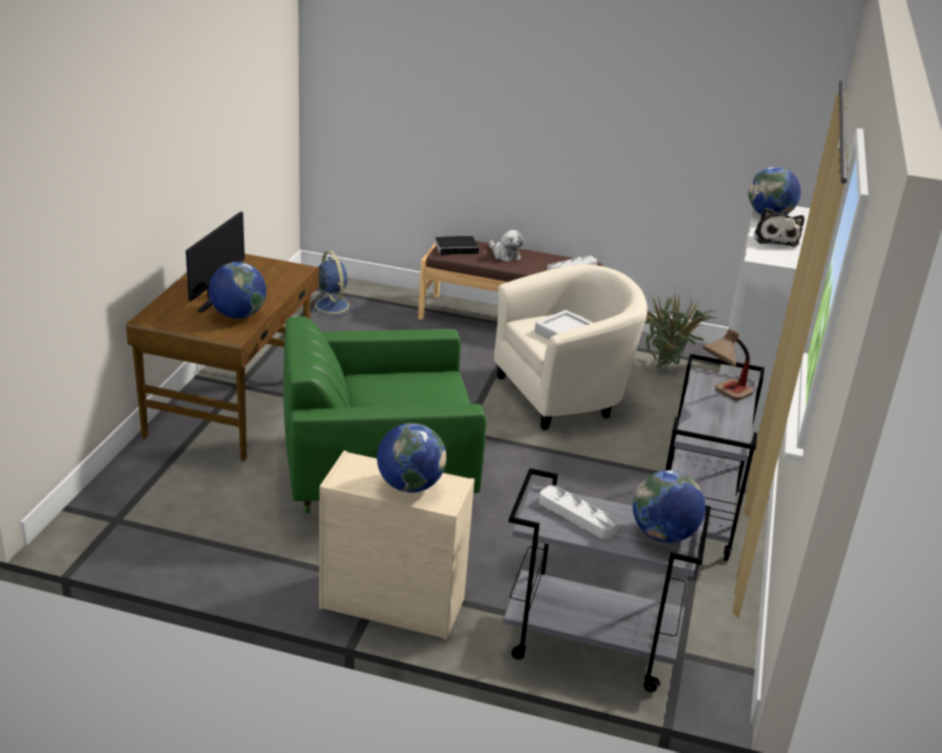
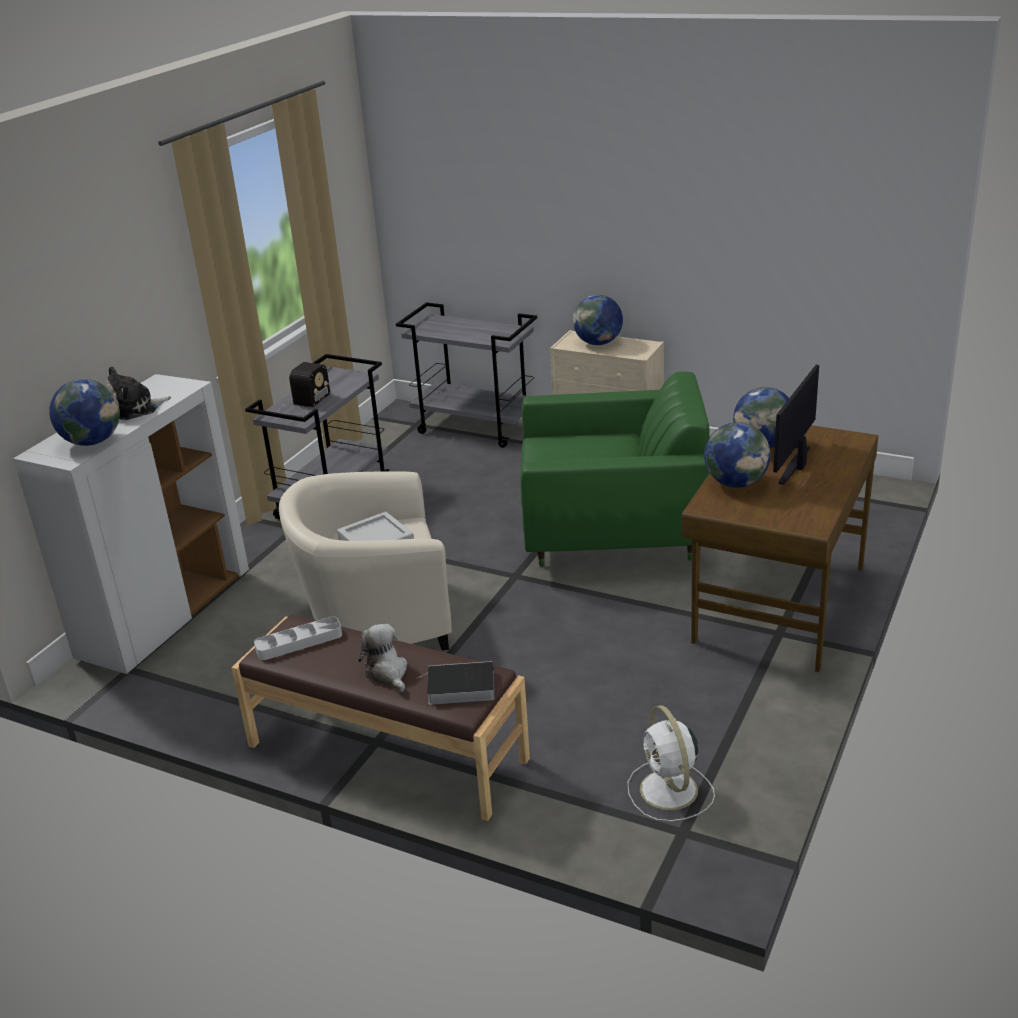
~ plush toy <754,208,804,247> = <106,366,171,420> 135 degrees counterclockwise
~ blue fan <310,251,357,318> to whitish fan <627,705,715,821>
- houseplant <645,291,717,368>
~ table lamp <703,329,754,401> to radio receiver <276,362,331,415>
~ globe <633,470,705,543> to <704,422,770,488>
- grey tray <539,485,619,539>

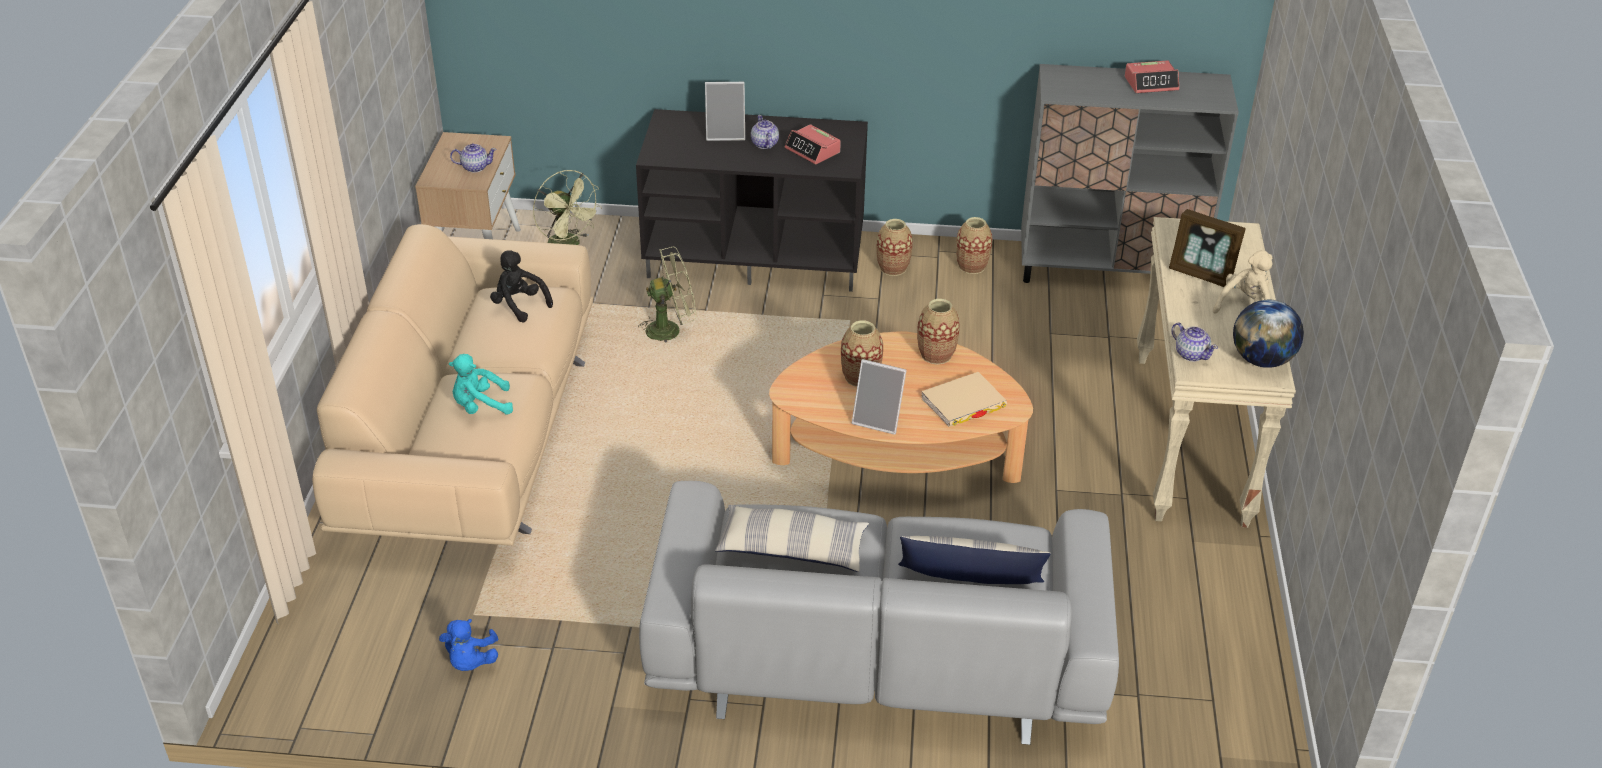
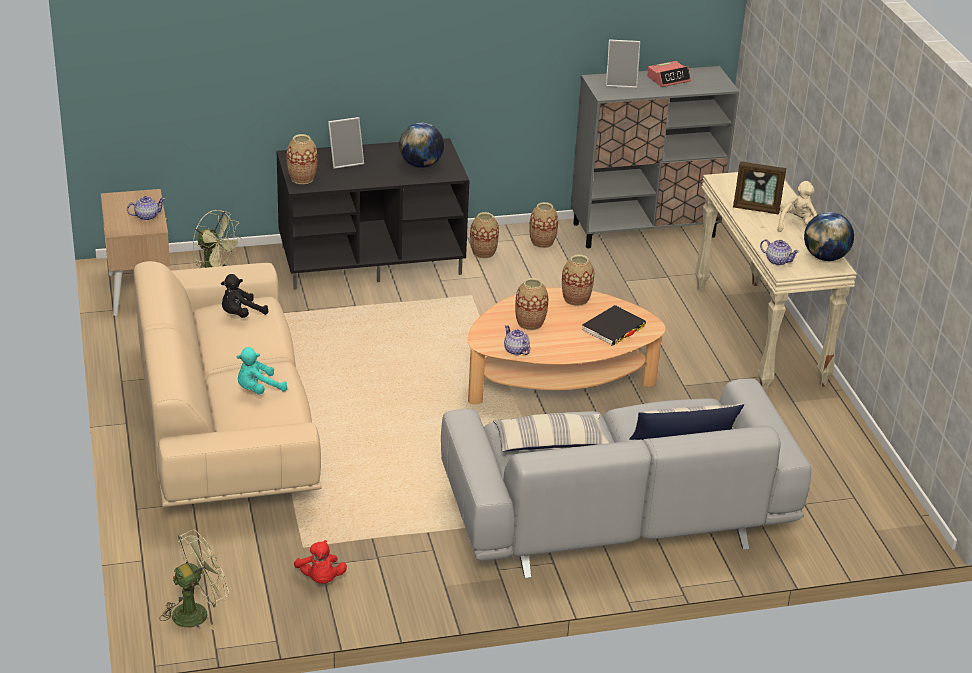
~ teapot <751,115,779,149> to <504,325,530,355>
~ table clock <785,124,841,164> to globe <399,123,444,168>
~ greenish fan <638,247,696,343> to <159,529,229,630>
~ blackish plush toy <490,250,553,323> = <221,274,268,318> 60 degrees counterclockwise
~ photo frame <852,359,906,435> to <606,39,640,88>
~ beige-coloured volume <921,372,1007,427> to blackish volume <582,305,646,346>
~ blue plush toy <439,619,498,671> to red plush toy <294,540,347,584>
+ flower vase <287,134,317,184>

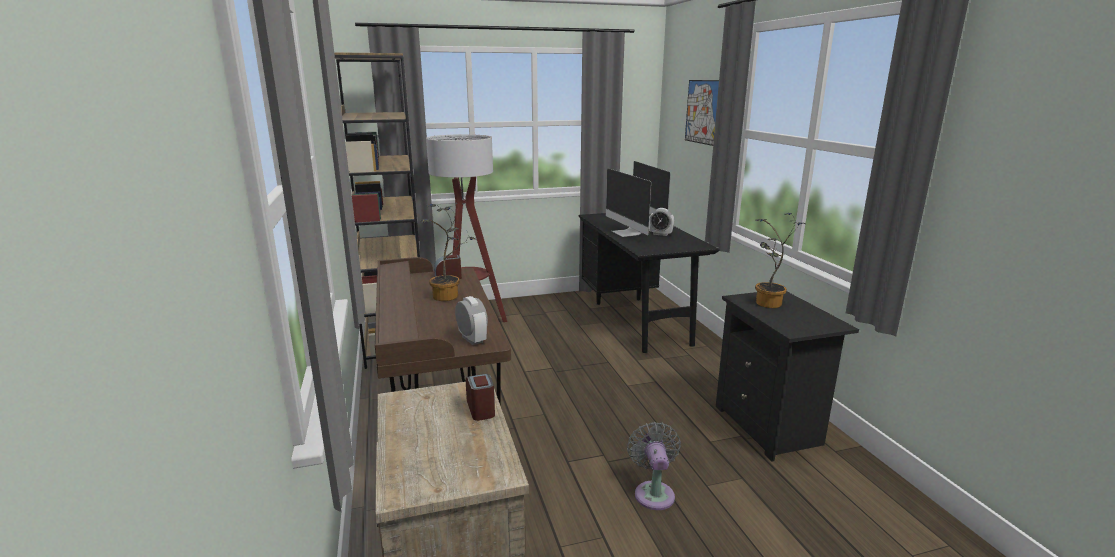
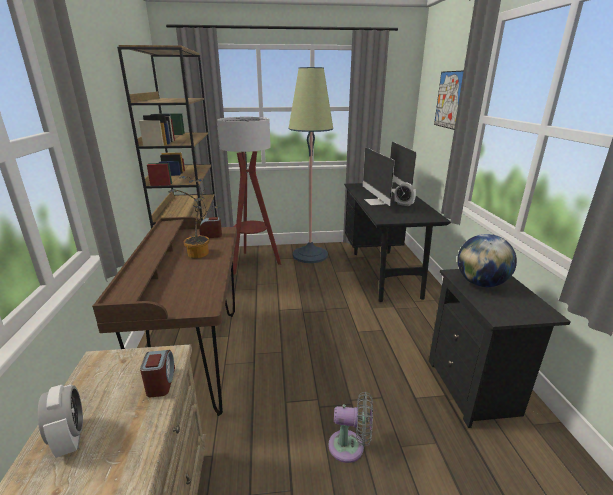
~ houseplant <755,213,805,308> to globe <457,234,517,287>
~ table clock <455,296,488,345> to <38,385,83,458>
~ grey fan <627,422,681,510> = <328,392,373,463> 90 degrees clockwise
+ standing lamp <288,67,333,263>

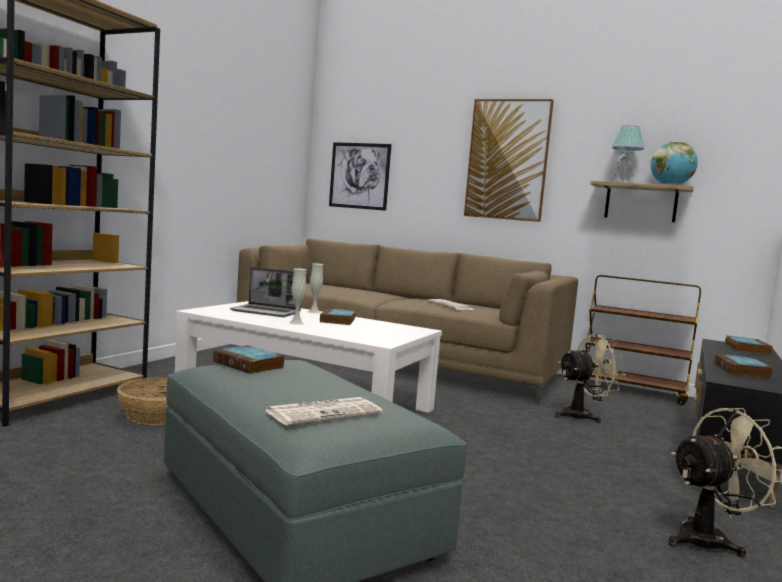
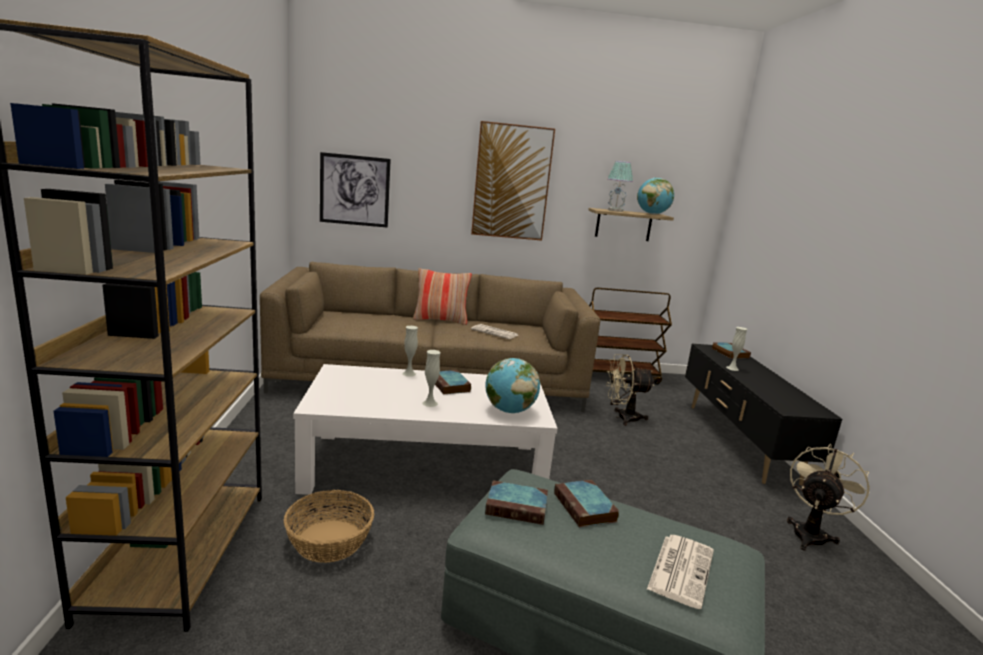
- portable computer <230,267,301,317>
~ beige-coloured fan <555,335,626,423> = <606,354,655,426> 135 degrees counterclockwise
~ volume <714,354,772,379> to <554,480,620,527>
+ cushion <413,268,472,325>
+ whitish flower vase <726,327,747,371>
+ globe <485,358,540,413>

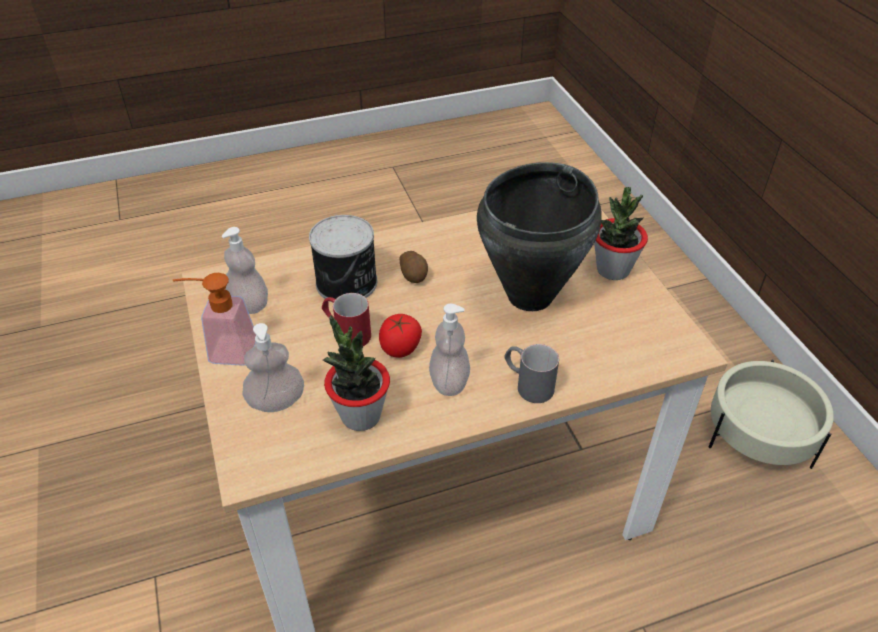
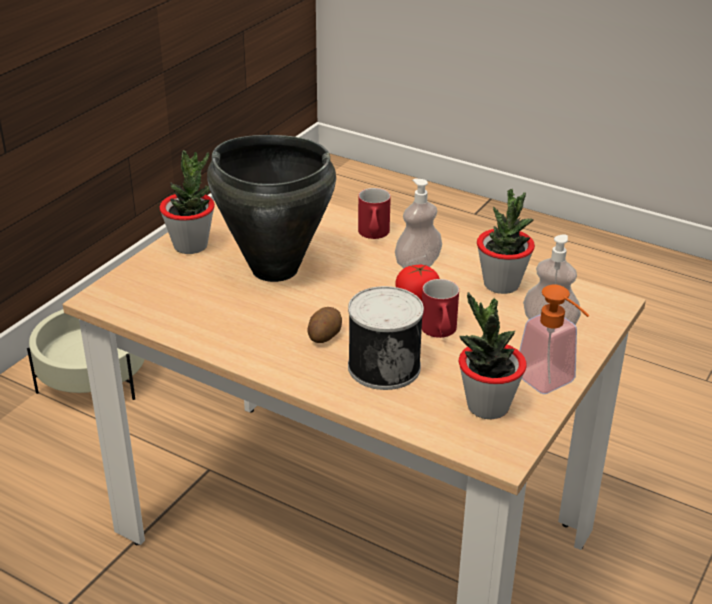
~ soap bottle <222,227,268,314> to houseplant <459,292,527,419>
~ grey tea mug <504,344,559,403> to red tea mug <358,188,391,239>

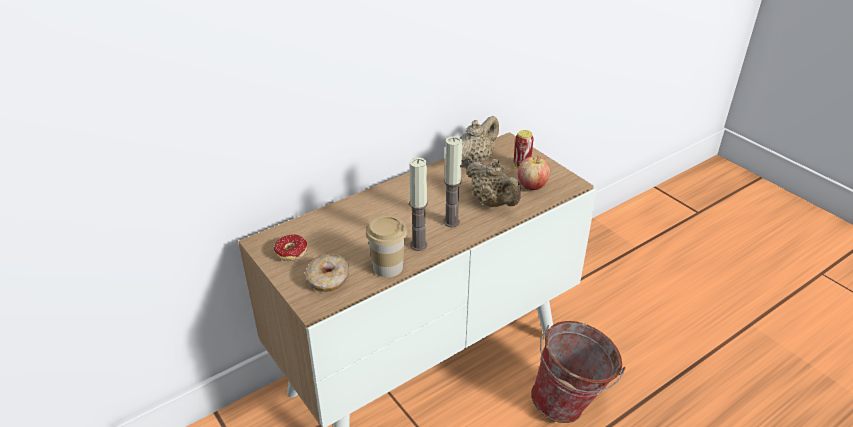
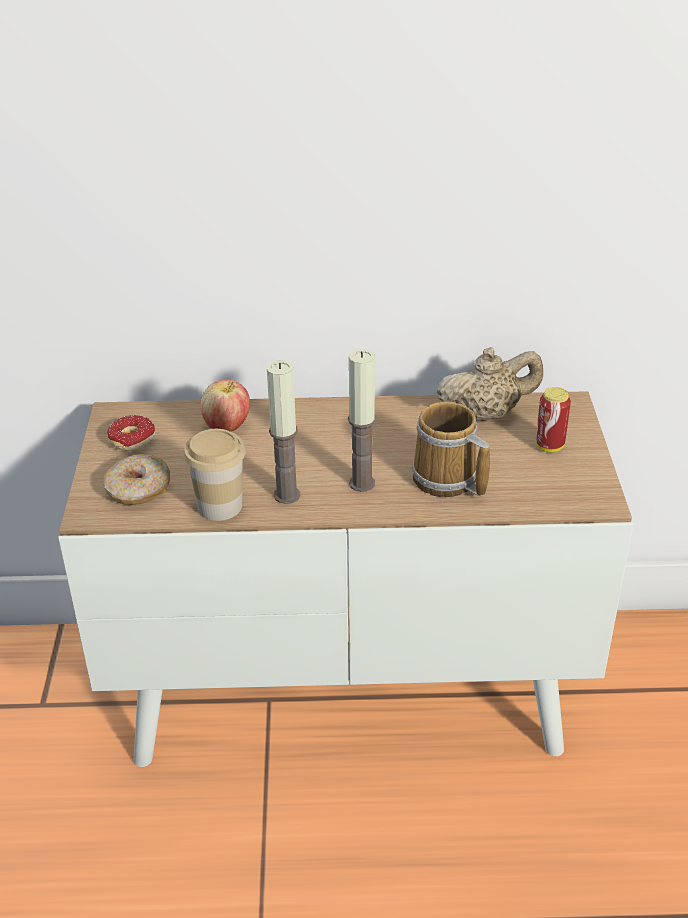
~ whole apple <518,155,550,190> to <200,380,250,431>
~ beige-coloured teapot <466,159,521,207> to tea mug <412,401,490,497>
- water bucket <531,321,626,423>

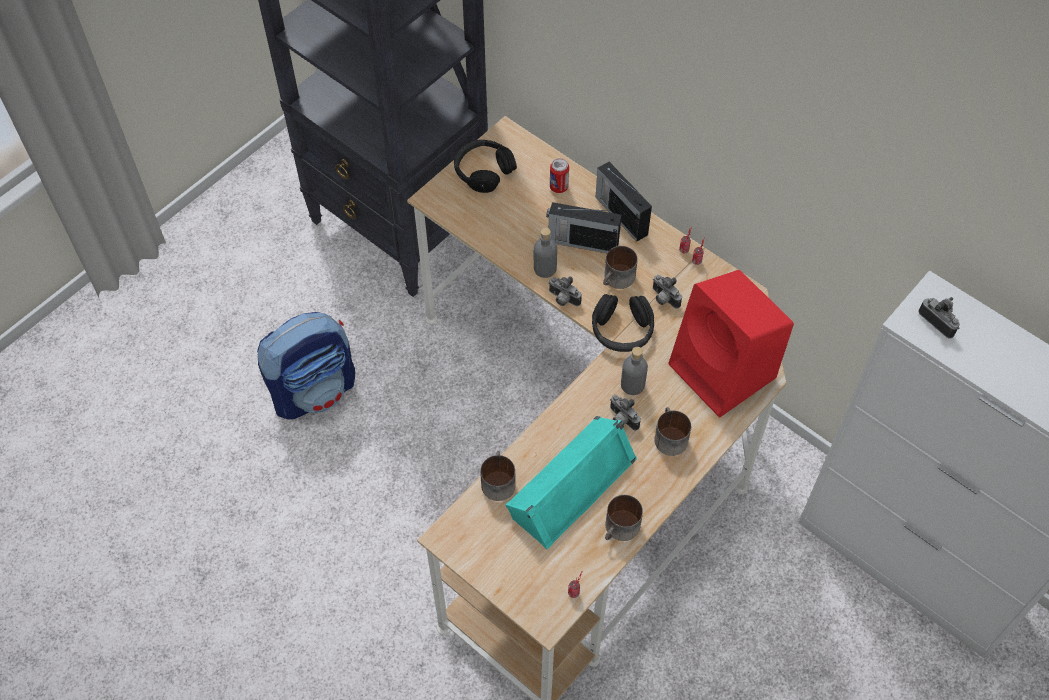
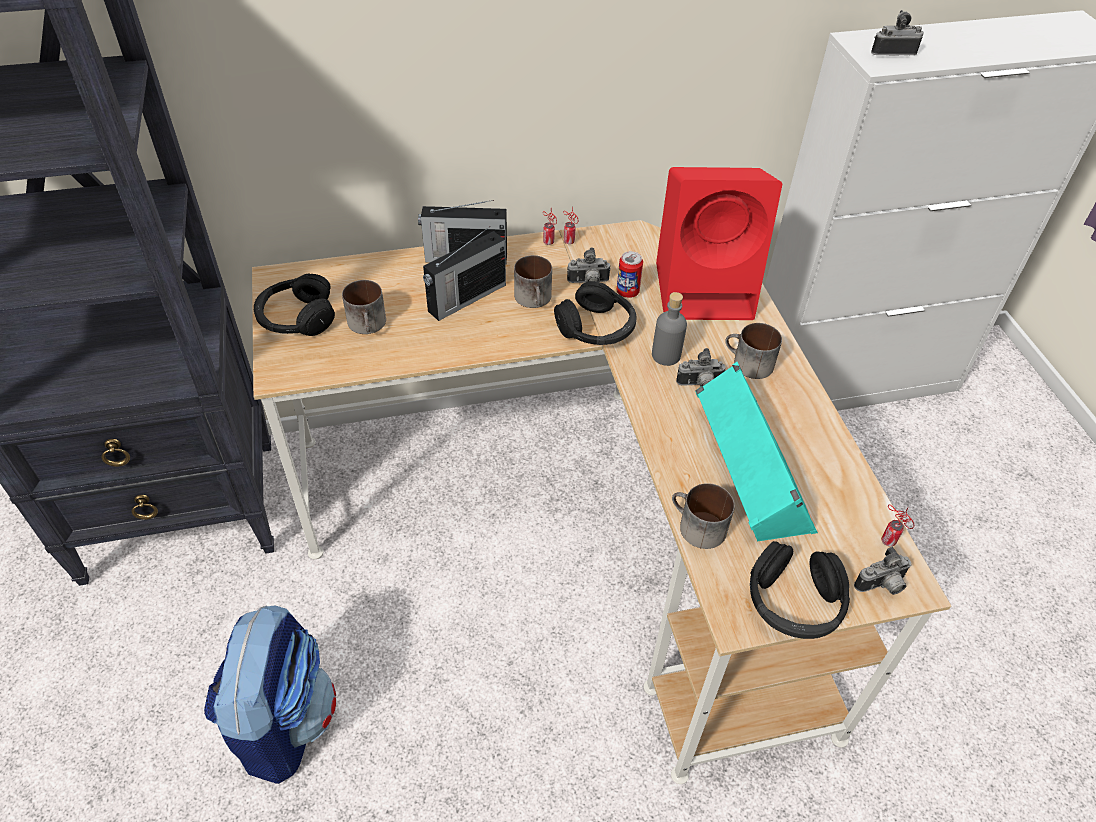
~ can <550,158,569,193> to <617,251,643,298>
- grey beverage bottle <534,228,557,278>
~ still camera <548,276,582,306> to <854,547,912,595>
~ tea mug <605,495,643,541> to <342,280,386,334>
+ blackish headphones <750,541,850,639>

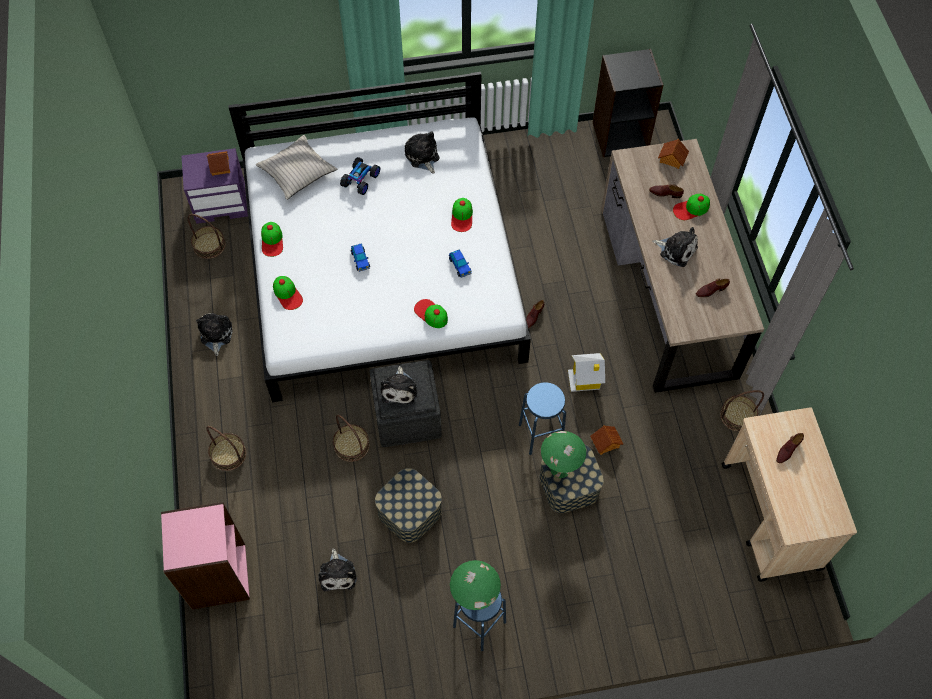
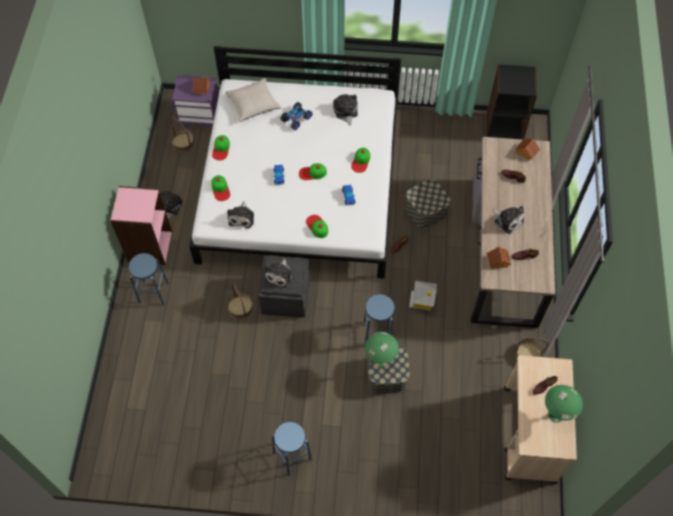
~ baseball cap <673,194,710,220> to <299,163,327,180>
~ miniature house <590,425,623,455> to <487,247,511,269>
~ basket <206,426,246,471> to blue sitting stool <129,253,169,306>
~ storage bin <375,468,442,543> to <405,179,451,228>
~ pink bookcase <161,502,250,609> to <110,186,172,265>
~ plush toy <318,548,357,592> to <227,202,254,229>
~ greenish table lamp <450,560,501,610> to <545,385,583,423>

